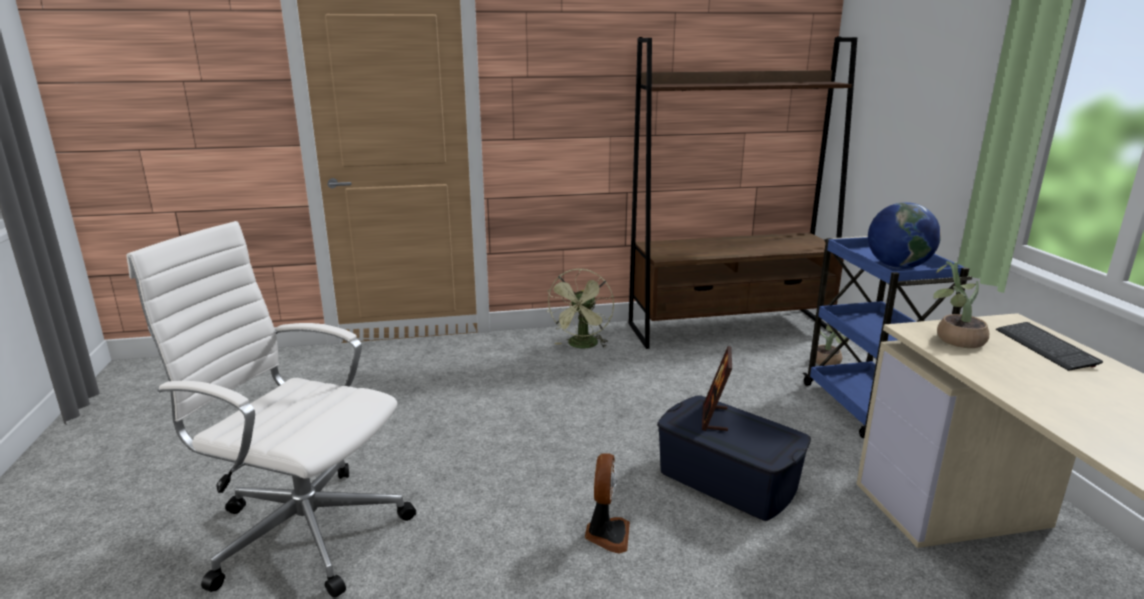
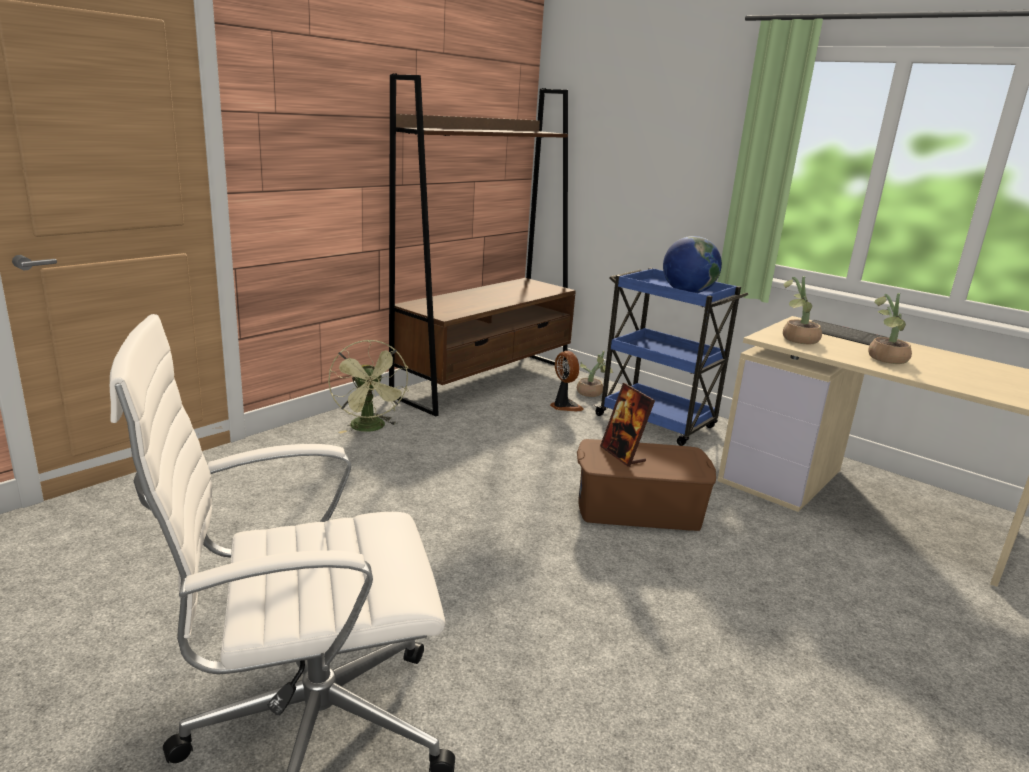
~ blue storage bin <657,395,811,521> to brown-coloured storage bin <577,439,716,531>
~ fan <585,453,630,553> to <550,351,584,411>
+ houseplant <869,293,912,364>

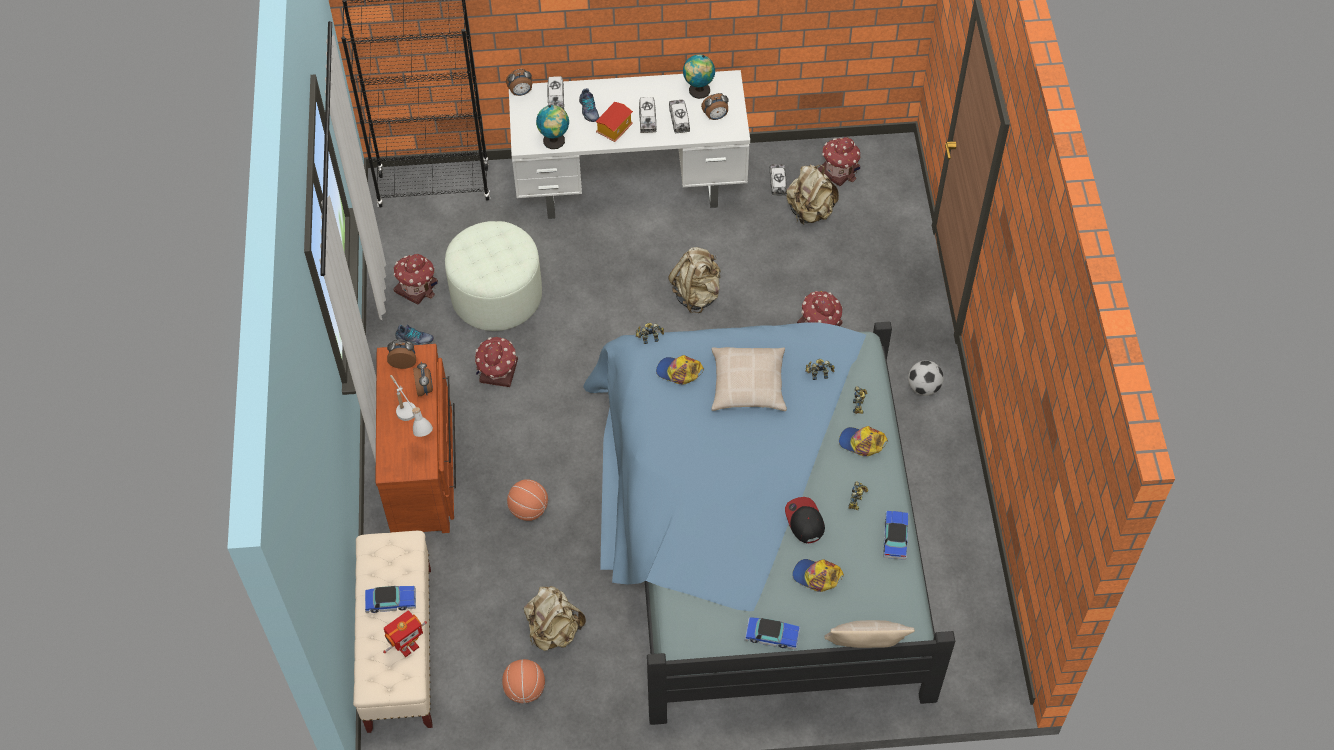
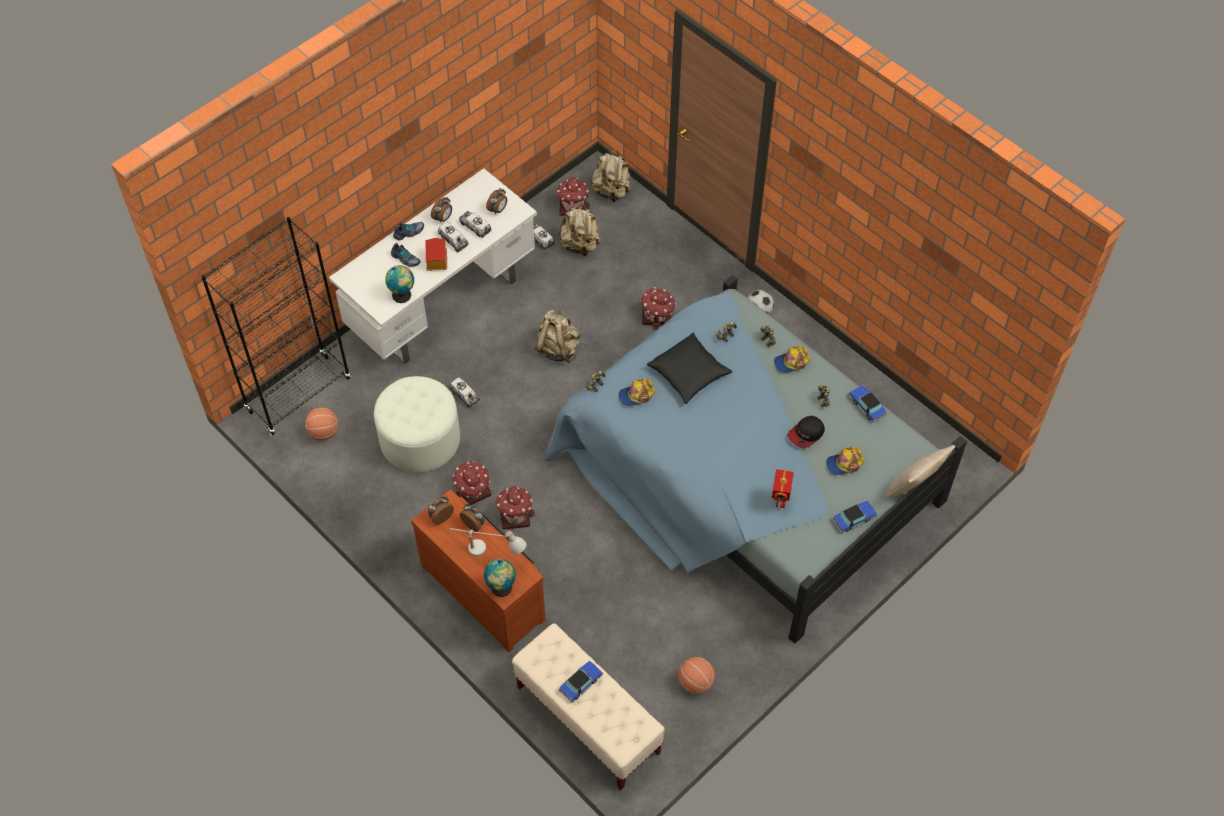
~ globe <683,54,715,99> to <484,559,516,597>
~ table clock <506,69,532,96> to <431,197,452,223>
~ model truck <548,76,564,109> to <450,377,480,408>
~ miniature house <393,254,438,305> to <496,486,535,530>
~ low shoe <395,325,434,345> to <393,222,424,240>
~ beige-coloured cushion <711,347,787,411> to blackish cushion <647,333,732,404>
~ ball for basketball <507,479,548,521> to <305,408,338,441>
~ baseball cap <785,497,825,543> = <787,416,825,448> 75 degrees counterclockwise
~ beige-coloured backpack <524,586,586,651> to <591,150,632,202>
~ model robot <383,610,427,657> to <772,469,794,510>

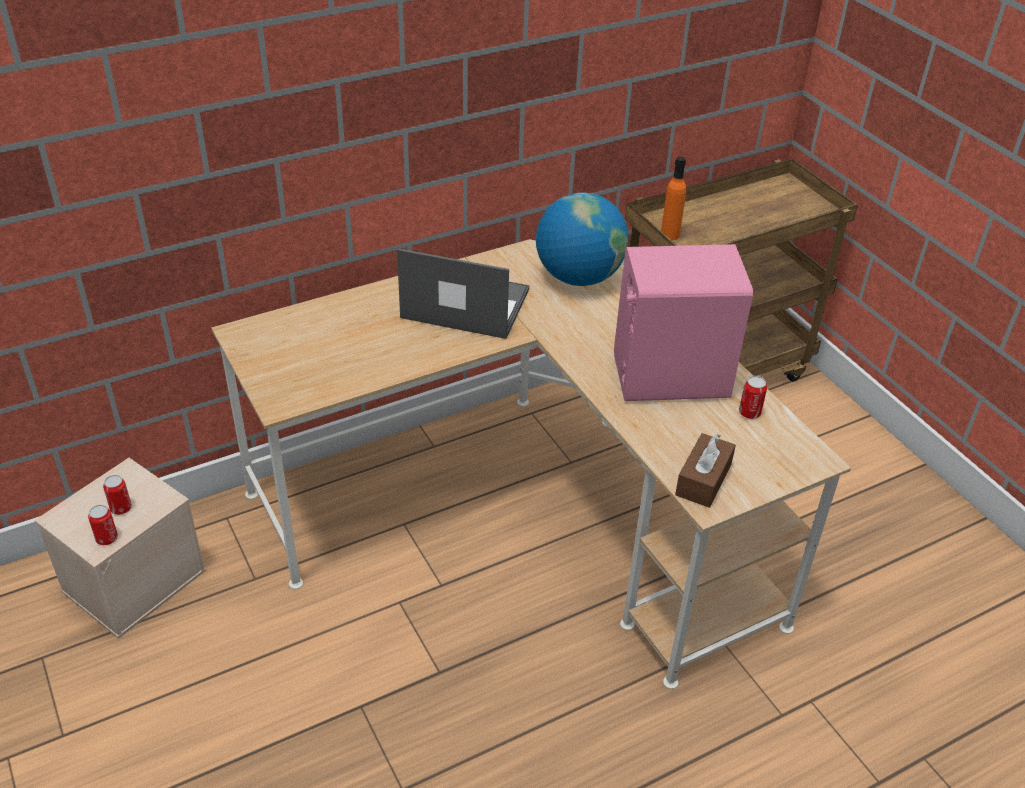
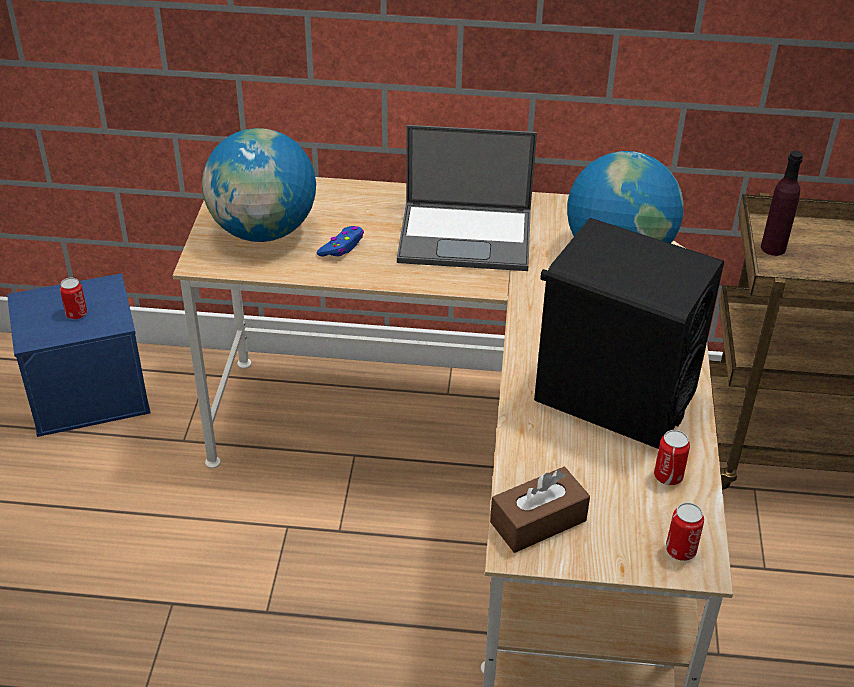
~ orange beverage bottle <661,157,686,240> to purple beverage bottle <761,151,803,256>
~ pink speaker <614,244,753,401> to blackish speaker <534,218,724,449>
~ portable computer <397,248,529,339> = <397,125,537,271> 135 degrees clockwise
~ beige-coloured storage bin <35,458,206,639> to blue storage bin <7,273,151,437>
~ can <88,505,118,545> to <666,502,704,561>
+ globe <202,128,316,242>
+ blue gamepad <317,226,364,256>

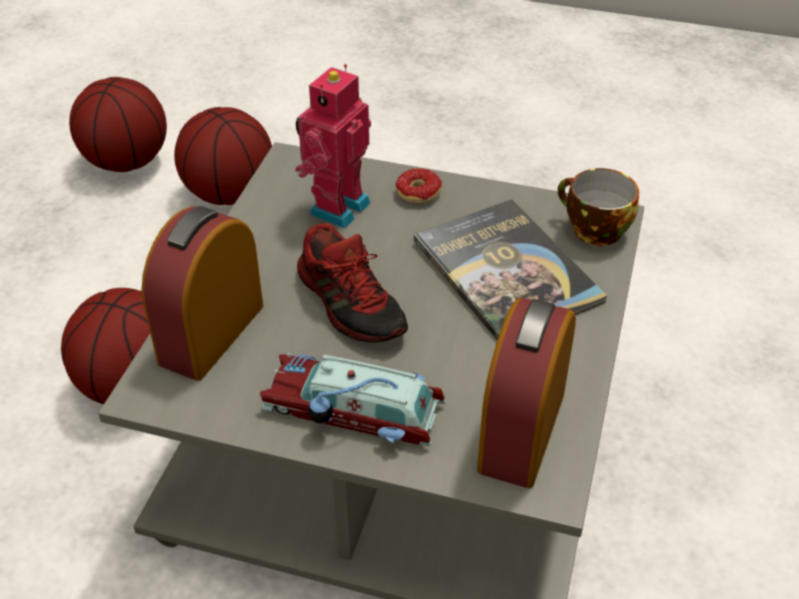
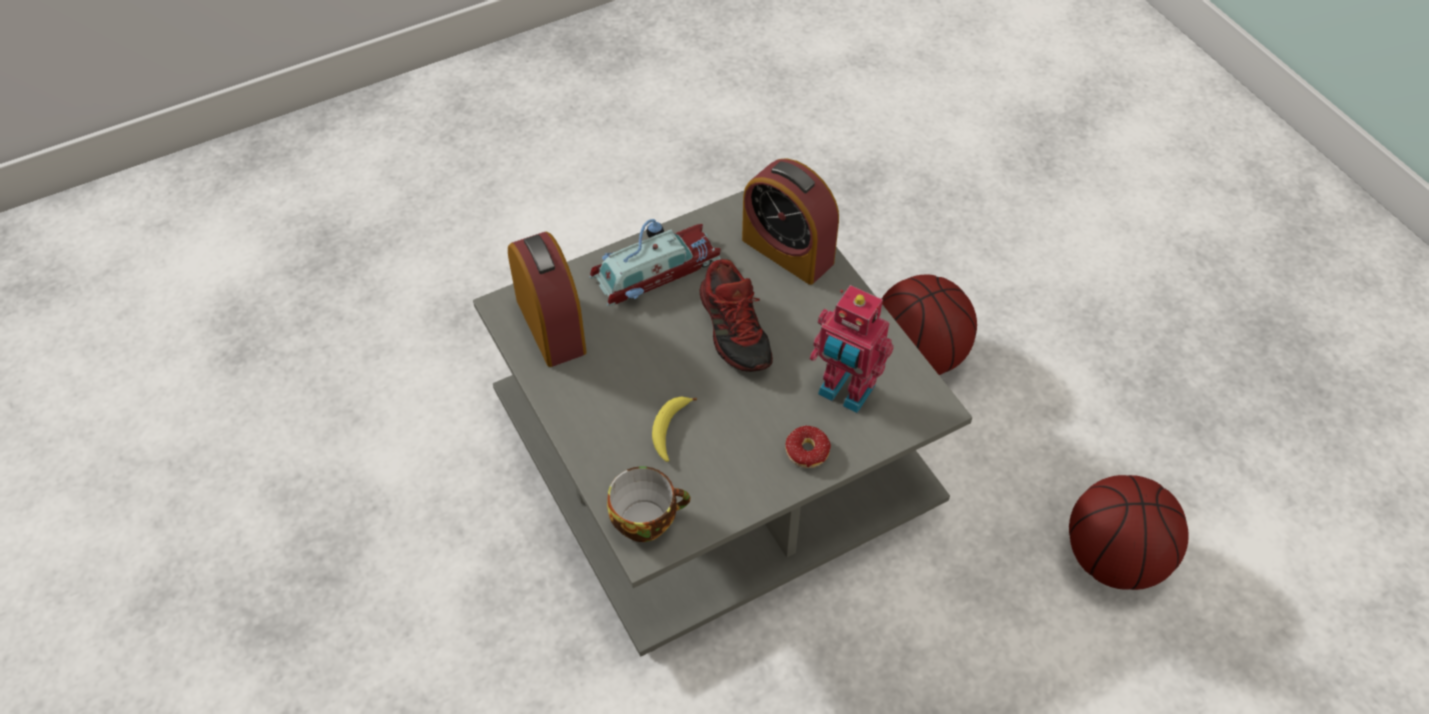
~ model robot <295,64,371,228> = <810,285,894,413> 135 degrees clockwise
- ball for basketball <69,77,167,172>
~ volume <414,199,607,340> to whole banana <652,396,697,462>
~ table clock <142,206,263,381> = <742,158,839,285> 150 degrees clockwise
~ low shoe <297,223,408,343> = <699,259,773,372> 120 degrees counterclockwise

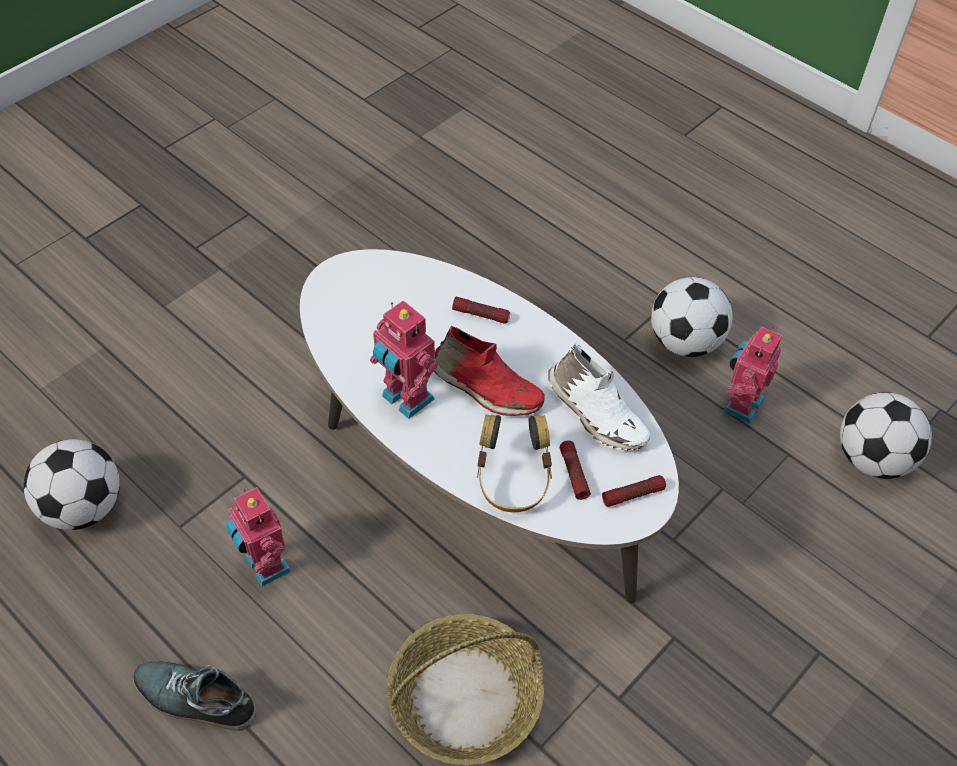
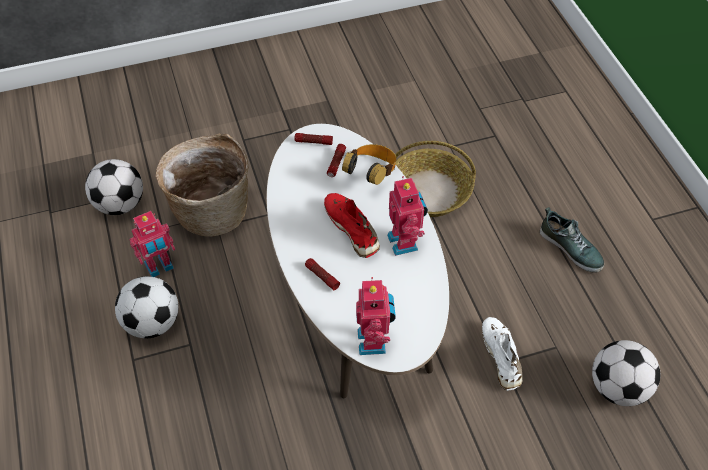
~ whitish low shoe <549,343,650,451> to <482,317,523,391>
~ model robot <226,487,292,587> to <356,277,396,355>
+ basket <156,134,249,237>

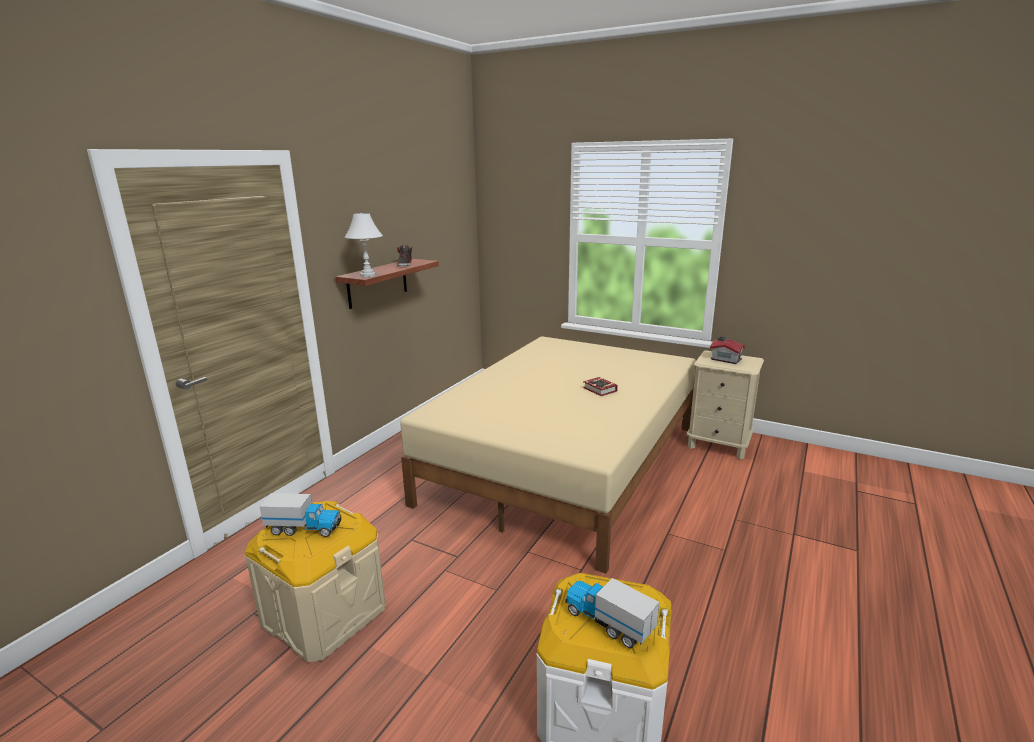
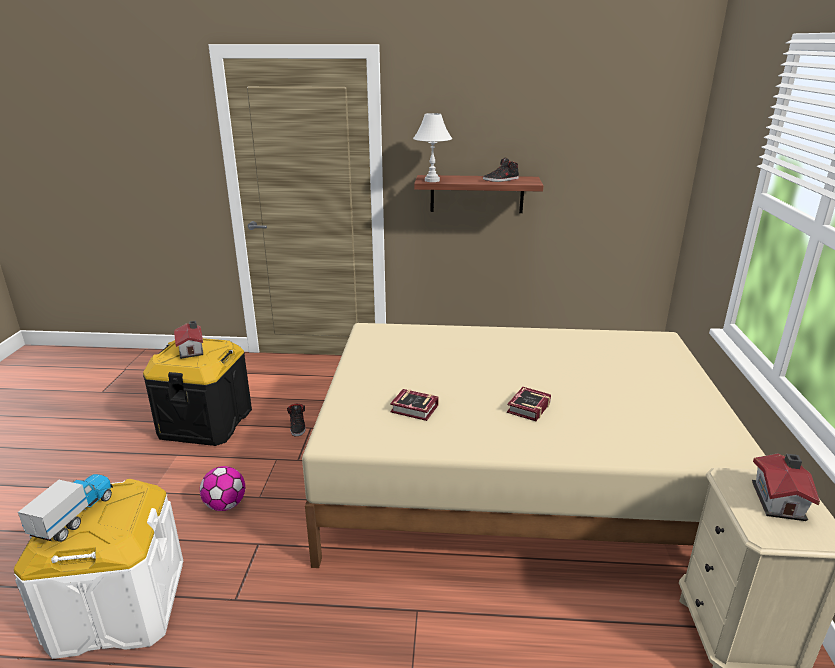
~ model truck <260,493,342,537> to miniature house <174,321,203,359>
~ beige-coloured storage bin <245,501,385,662> to blackish storage bin <143,338,252,446>
+ volume <390,389,439,421>
+ blackish low shoe <287,404,306,436>
+ football ball <200,466,245,511>

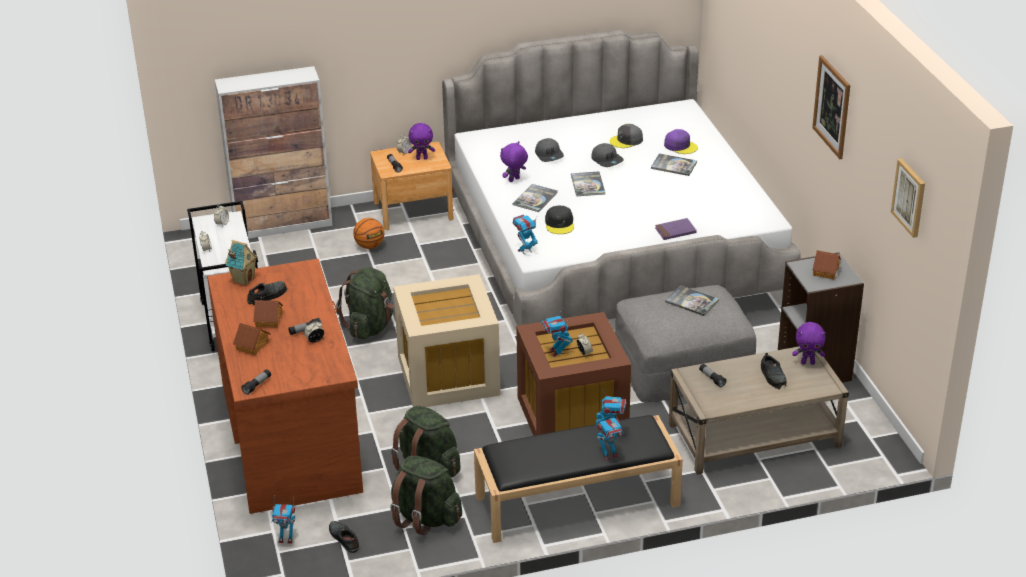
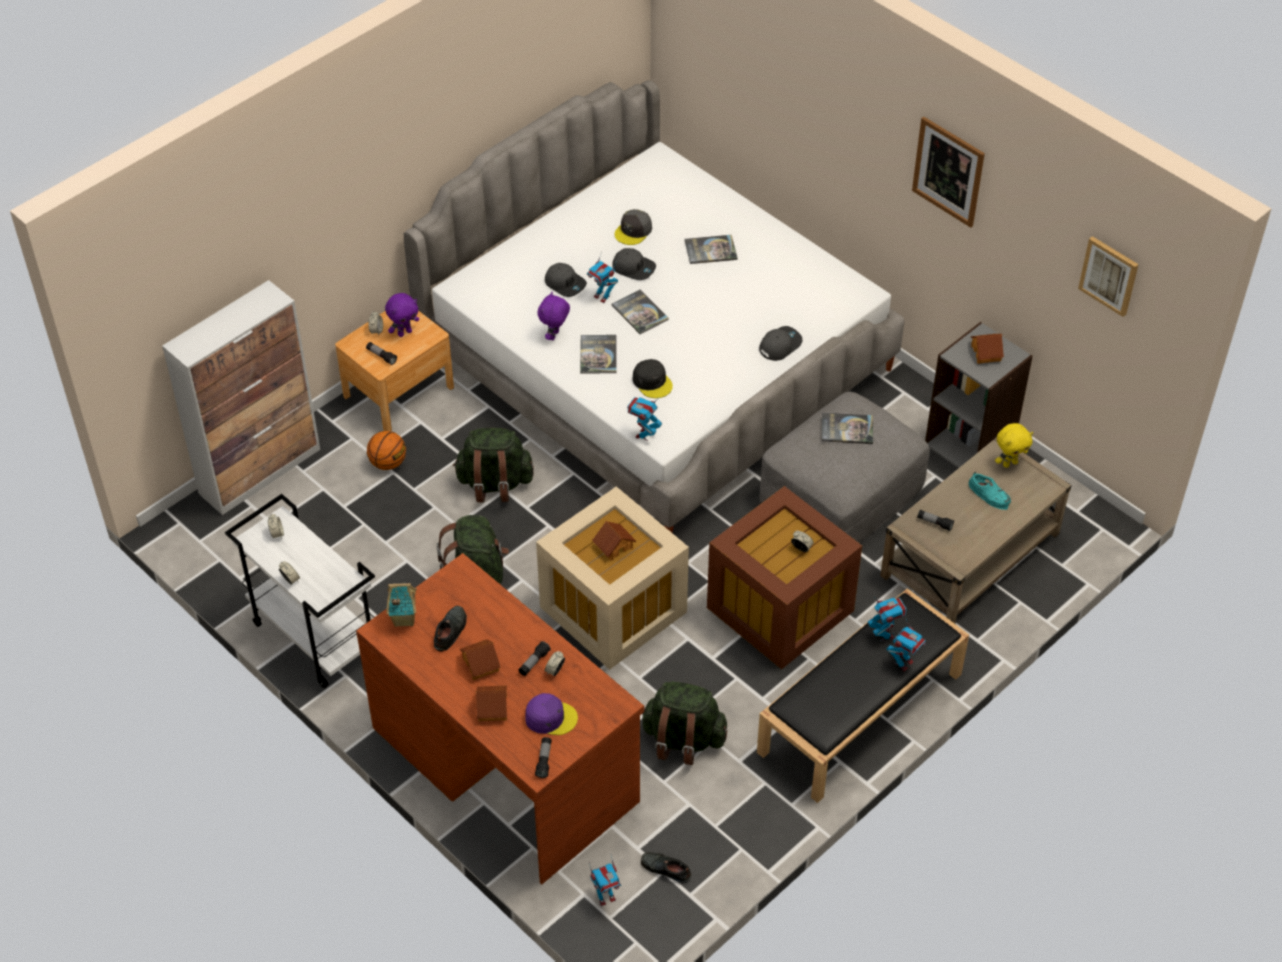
~ purple baseball cap <664,129,698,154> to <525,693,578,735>
~ purple volume <655,218,697,240> to grey baseball cap <759,326,803,361>
~ model robot <542,308,573,357> to <587,252,618,303>
~ purple plush toy <792,322,826,365> to yellow-coloured plush toy <995,423,1033,468>
~ blackish low shoe <761,353,787,389> to turquoise-coloured low shoe <969,472,1011,510>
~ greenish backpack <390,456,462,535> to <453,428,534,502>
+ miniature house <592,521,636,561>

